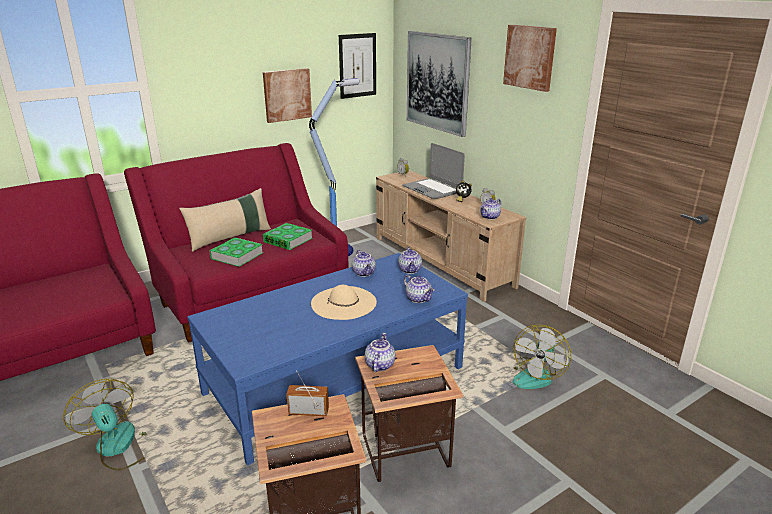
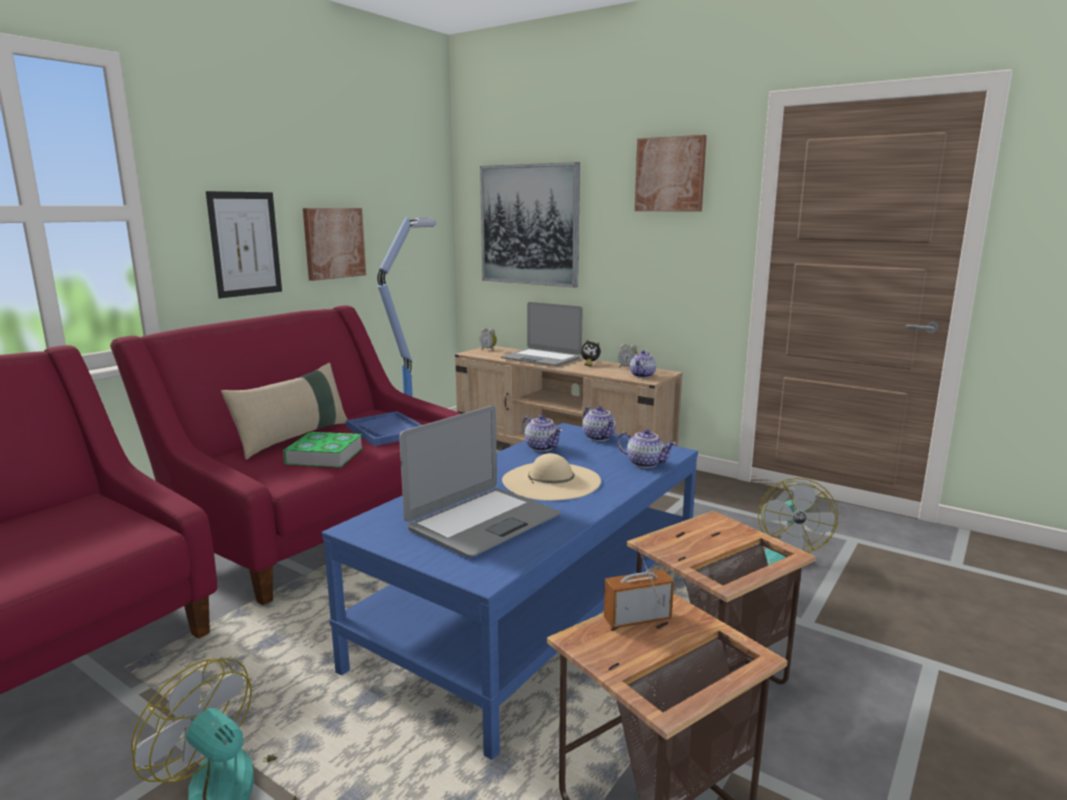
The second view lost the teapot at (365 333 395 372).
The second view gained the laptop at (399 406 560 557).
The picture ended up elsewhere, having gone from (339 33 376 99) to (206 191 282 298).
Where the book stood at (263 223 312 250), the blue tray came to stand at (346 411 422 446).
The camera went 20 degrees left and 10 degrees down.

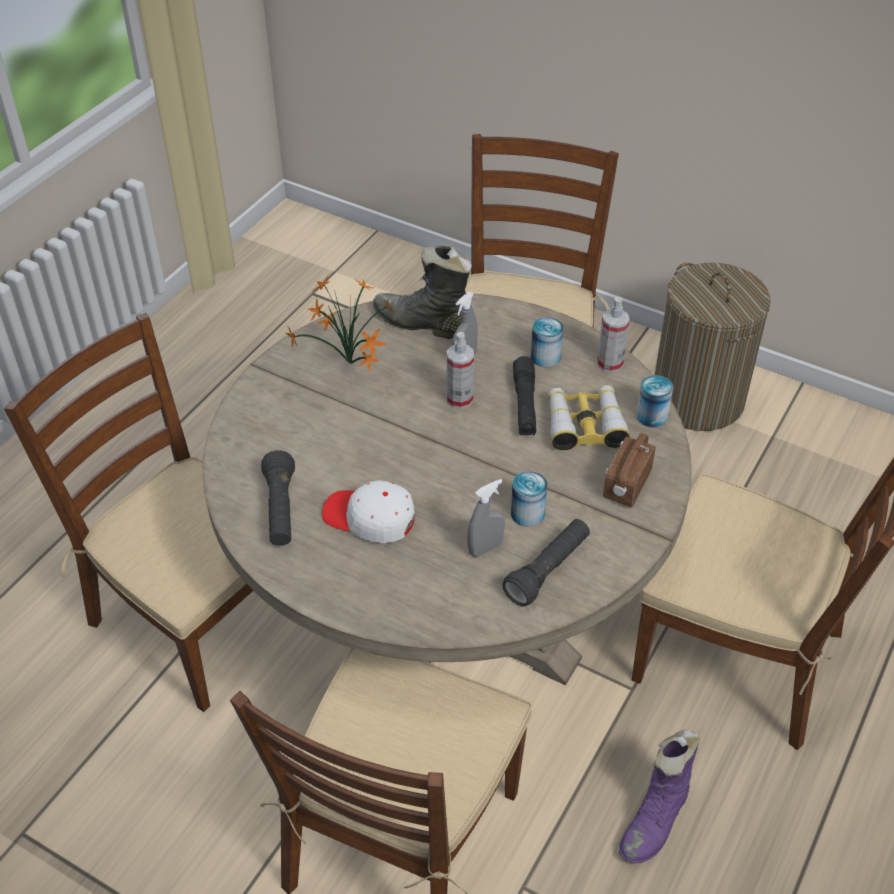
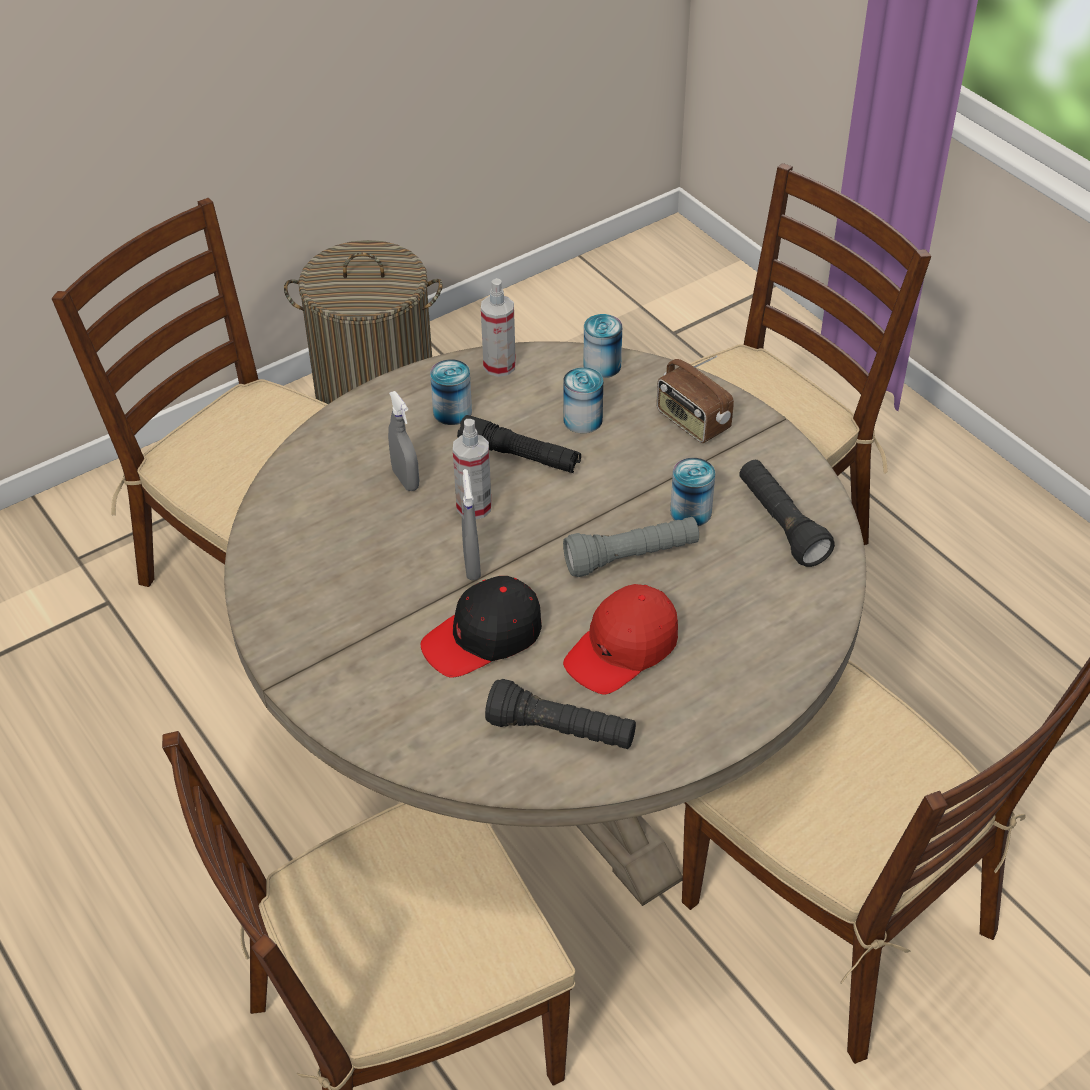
The second view lost the potted plant at (285 276 394 371).
The second view lost the black boot at (373 246 472 339).
The second view lost the purple boot at (619 730 700 863).
The second view gained the black cap at (421 576 542 678).
The second view gained the grey flashlight at (563 517 699 577).
The grey spray bottle ended up elsewhere, having gone from (467 479 505 557) to (462 469 481 580).
Where the binoculars stood at (548 385 630 450), the can came to stand at (563 367 603 433).
What was the white cap at (322 480 415 543) turned into the red cap at (563 584 678 694).
The camera went 65 degrees left and 0 degrees up.

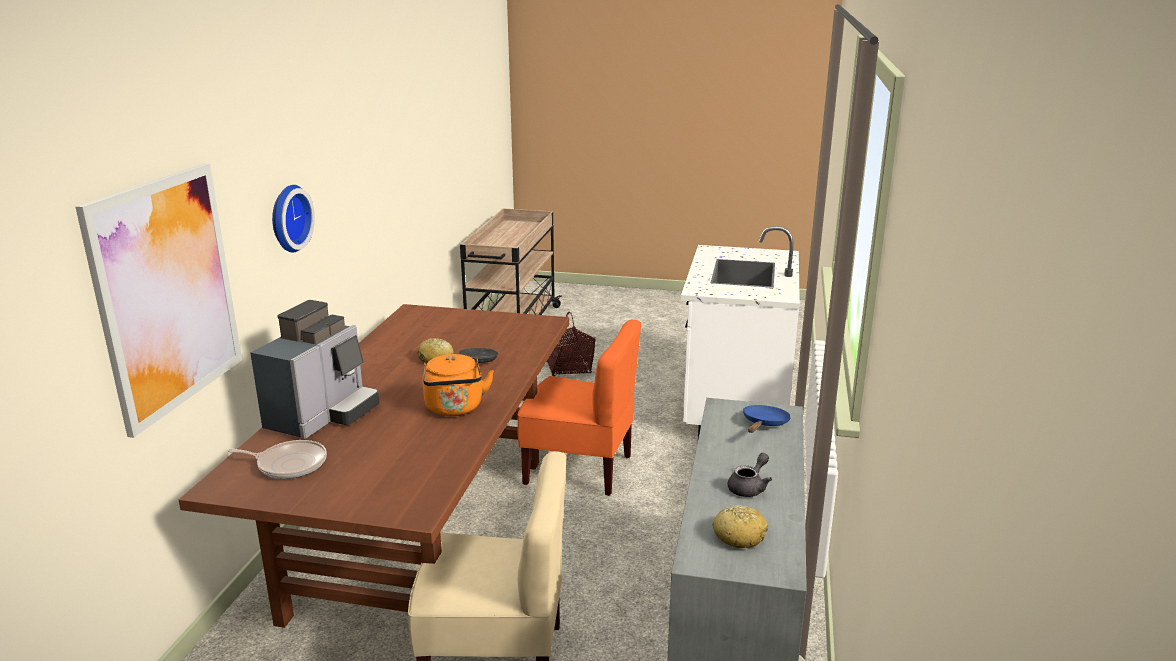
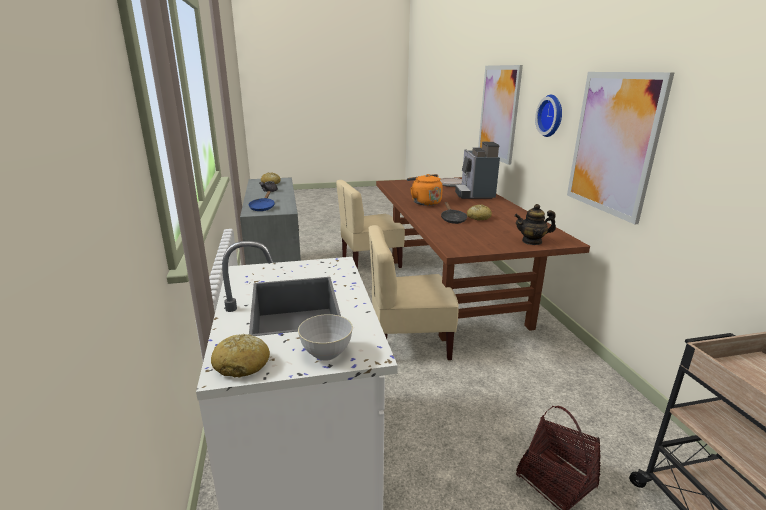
The second view gained the bread at (211 334 270 378).
The second view gained the grey bowl at (298 314 353 361).
The second view gained the teapot at (514 204 556 245).
The second view gained the picture at (567 72 675 224).
What was the orange chair at (517 320 641 496) turned into the beige chair at (368 225 459 361).
The camera went 155 degrees right and 0 degrees up.

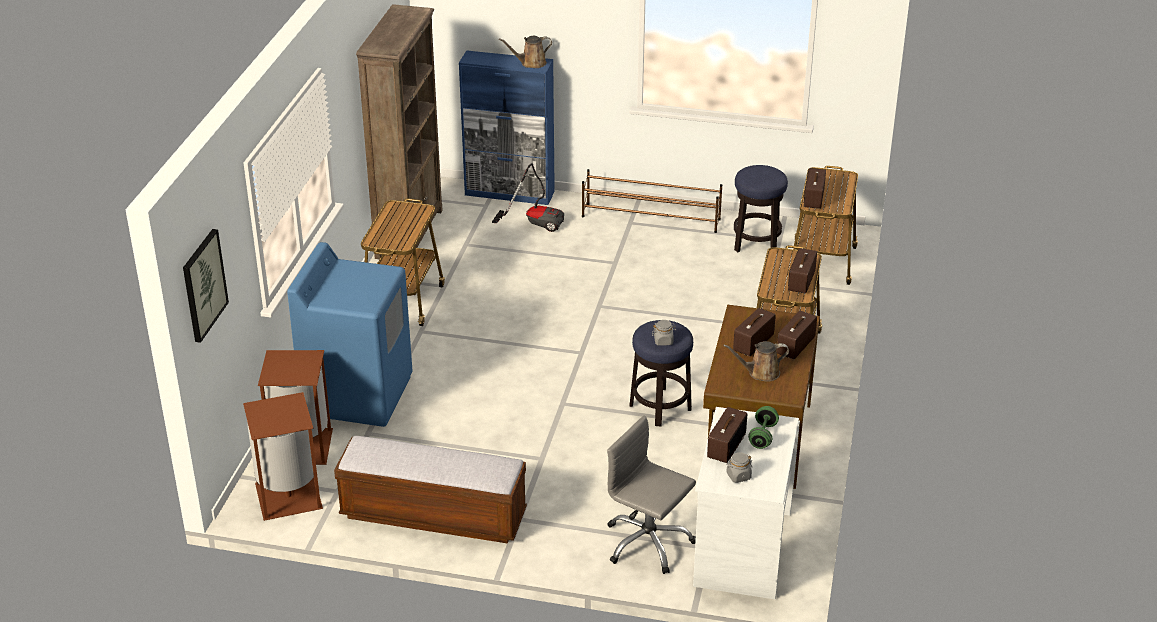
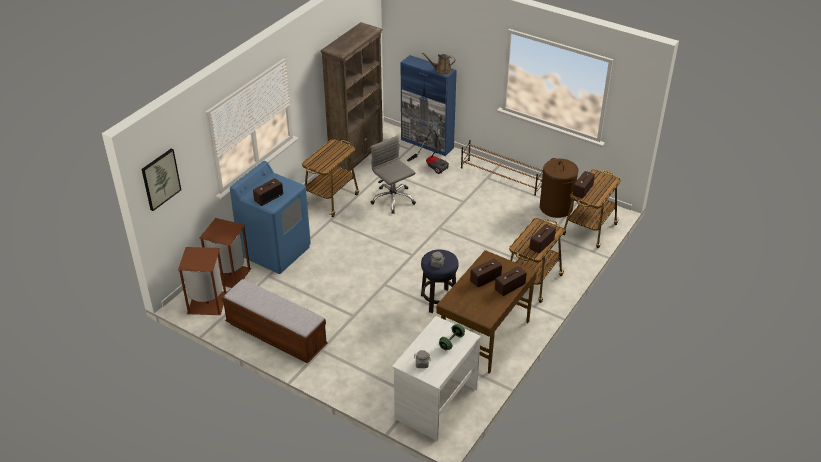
The second view lost the brown watering can at (723 341 789 382).
The grey office chair ended up elsewhere, having gone from (607 415 696 574) to (371 136 416 214).
The radio ended up elsewhere, having gone from (707 407 747 463) to (253 178 283 206).
Where the stool stood at (734 165 788 252), the brown laundry basket came to stand at (540 158 579 218).
The camera went 20 degrees right and 5 degrees up.

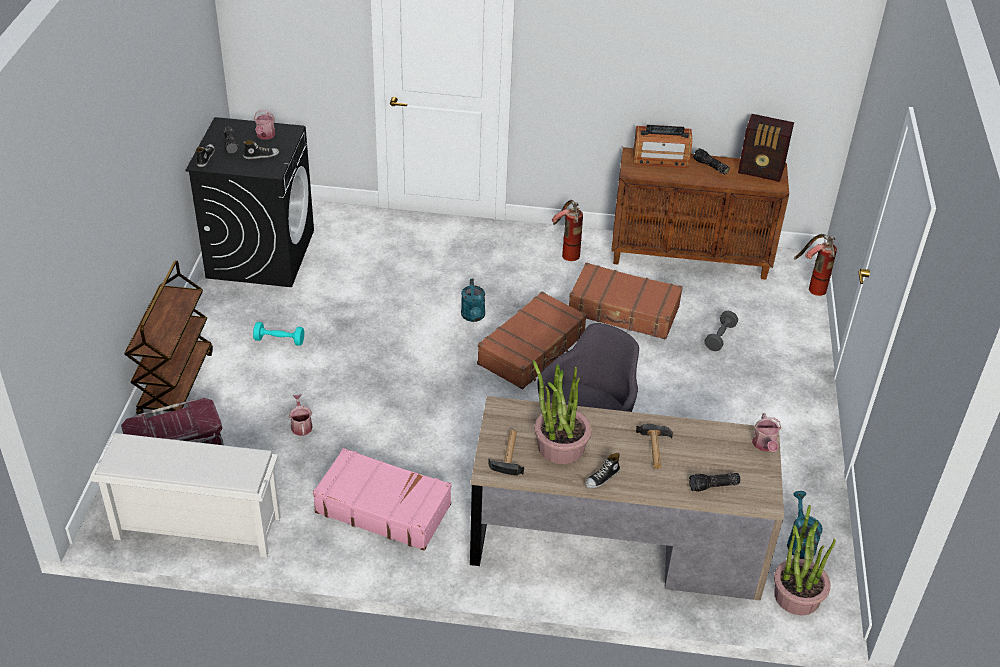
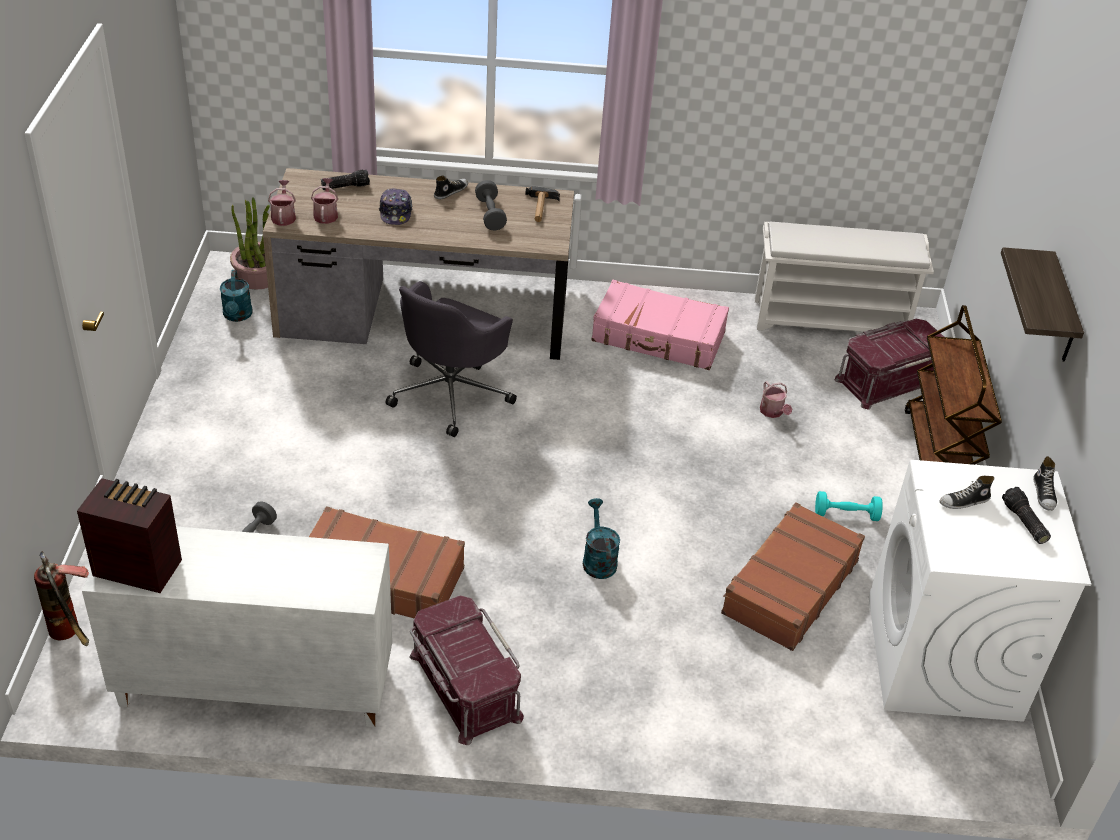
The second view lost the radio at (633 125 692 168).
The second view lost the flashlight at (693 148 730 174).
The second view gained the shelf at (1001 247 1084 362).
The watering can ended up elsewhere, having gone from (254 110 276 139) to (311 178 338 224).
The brown suitcase ended up elsewhere, having gone from (477 291 587 389) to (721 502 865 651).
Where the potted plant stood at (533 360 592 464), the grey dumbbell came to stand at (475 180 507 231).
Where the fire extinguisher stood at (552 200 583 261), the red storage box came to stand at (409 596 524 745).
Where the hammer stood at (636 424 673 469), the cap came to stand at (379 189 412 225).
What was the black washing machine at (186 117 314 287) turned into the white washing machine at (868 460 1091 722).
What was the brown cabinet at (611 147 789 280) turned into the white cabinet at (82 527 392 727).
The camera went 175 degrees right and 0 degrees up.

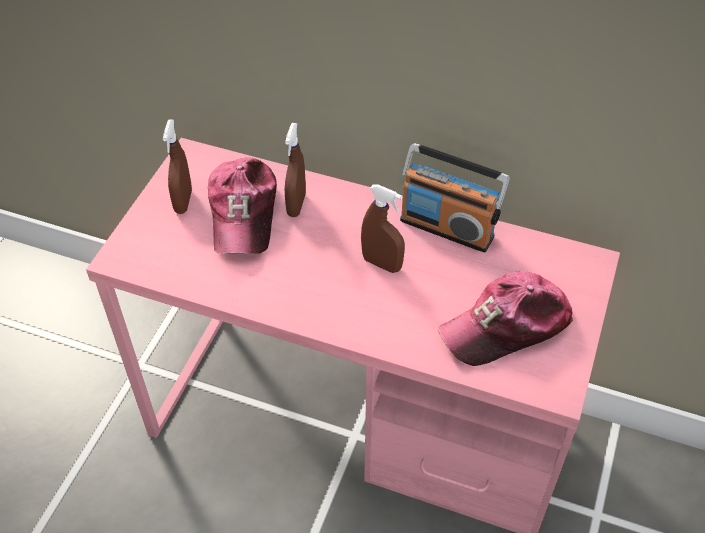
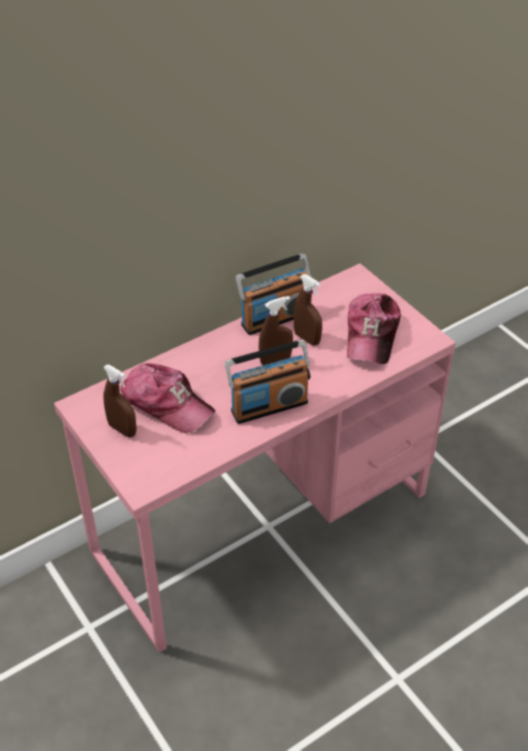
The second view gained the radio at (225 340 310 424).
The brown spray bottle ended up elsewhere, having gone from (285 123 306 217) to (294 274 322 345).
The camera went 55 degrees left and 5 degrees down.

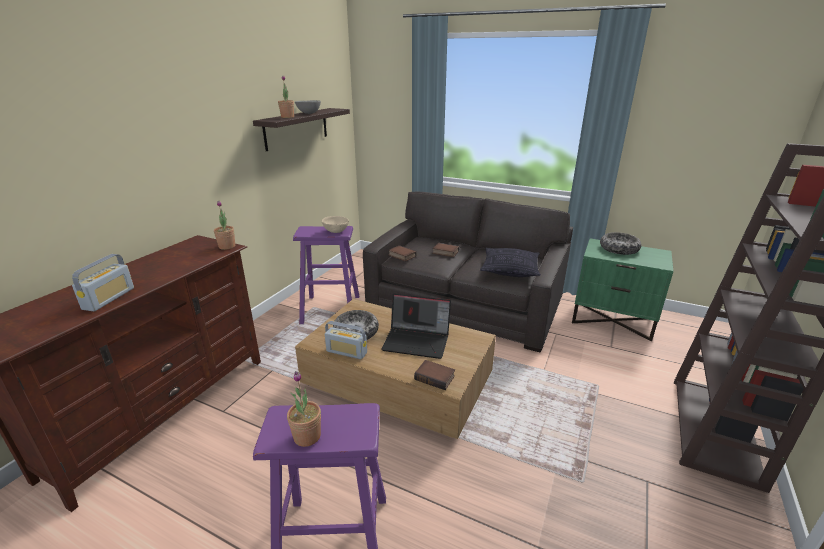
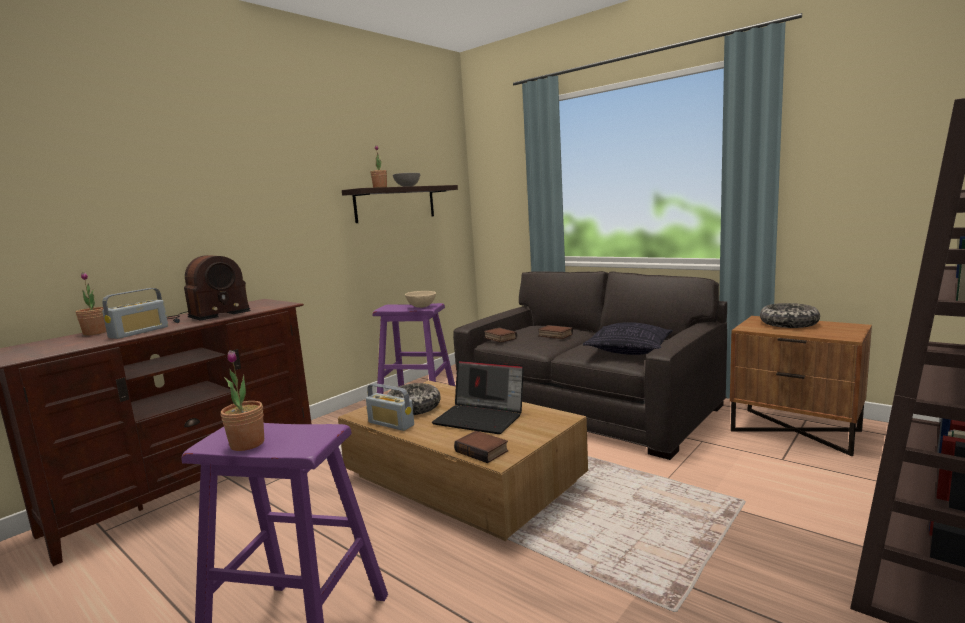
The second view gained the radio at (168 255 251 323).
The potted plant ended up elsewhere, having gone from (214 201 235 250) to (76 272 107 336).
What was the green nightstand at (572 238 673 341) turned into the brown nightstand at (730 316 872 456).
The camera went 15 degrees right and 15 degrees down.

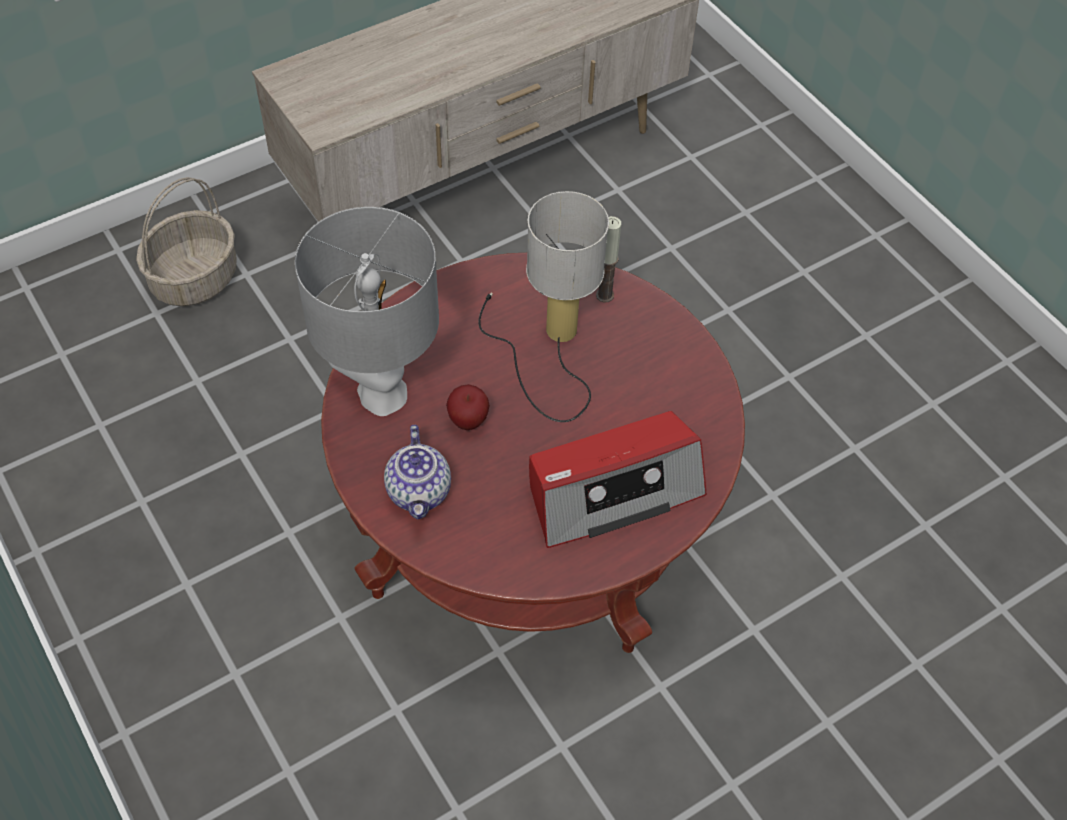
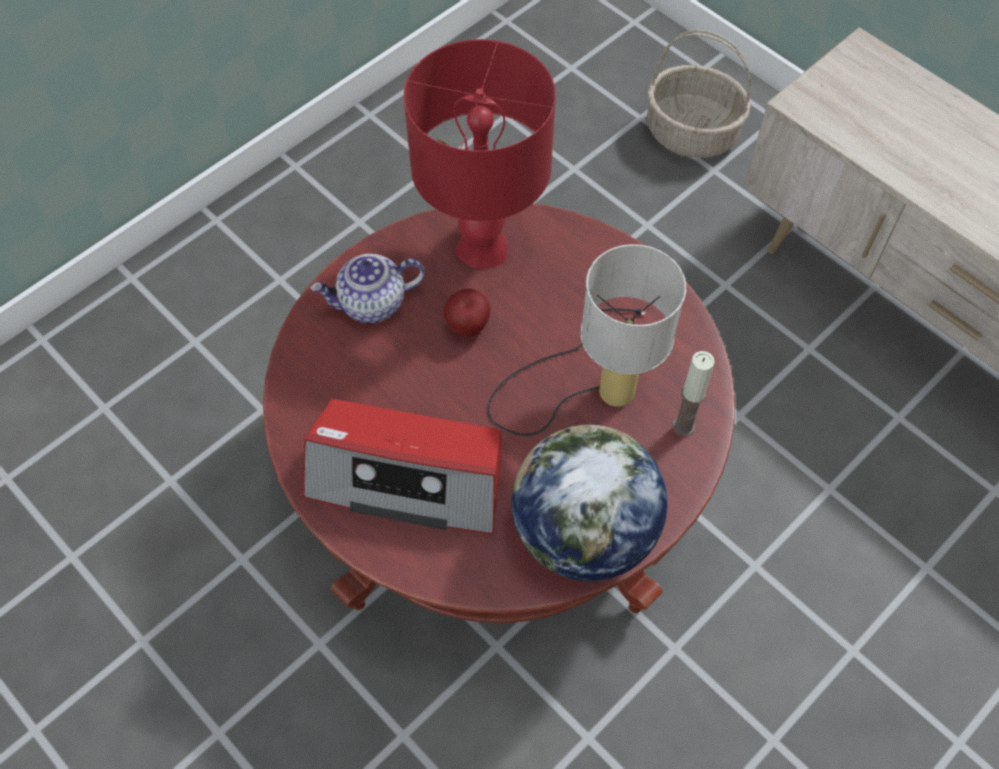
The second view gained the globe at (511 424 667 581).
What was the grey table lamp at (295 207 439 416) turned into the red table lamp at (404 39 556 269).
The radio at (529 411 707 548) ended up facing another way, 45 degrees counterclockwise from before.
The camera went 80 degrees right and 5 degrees up.

